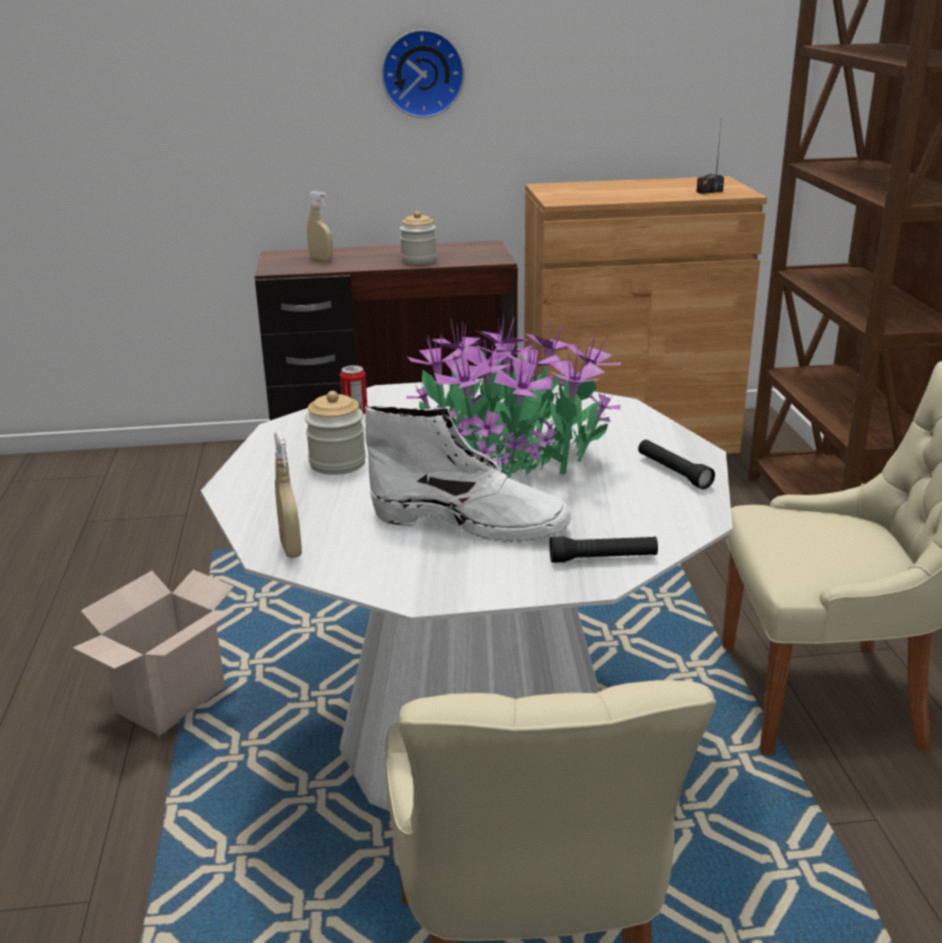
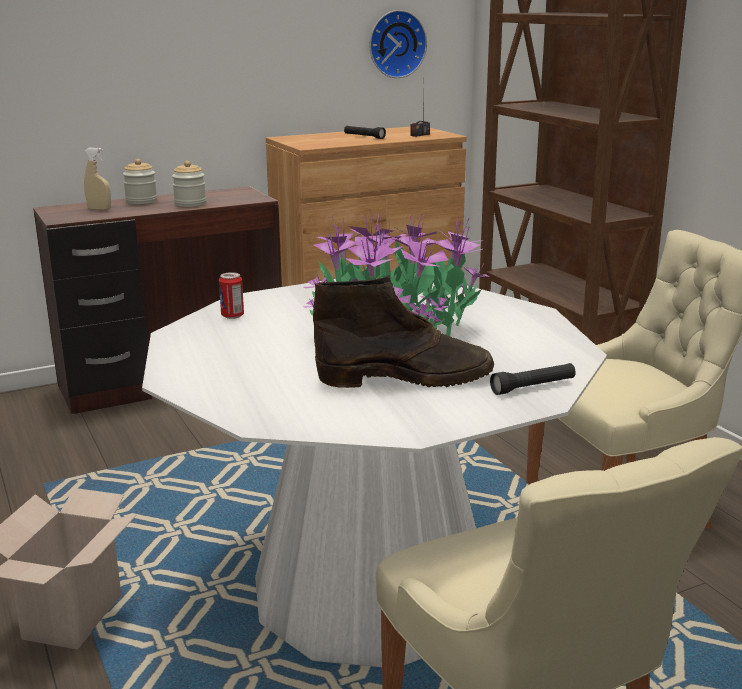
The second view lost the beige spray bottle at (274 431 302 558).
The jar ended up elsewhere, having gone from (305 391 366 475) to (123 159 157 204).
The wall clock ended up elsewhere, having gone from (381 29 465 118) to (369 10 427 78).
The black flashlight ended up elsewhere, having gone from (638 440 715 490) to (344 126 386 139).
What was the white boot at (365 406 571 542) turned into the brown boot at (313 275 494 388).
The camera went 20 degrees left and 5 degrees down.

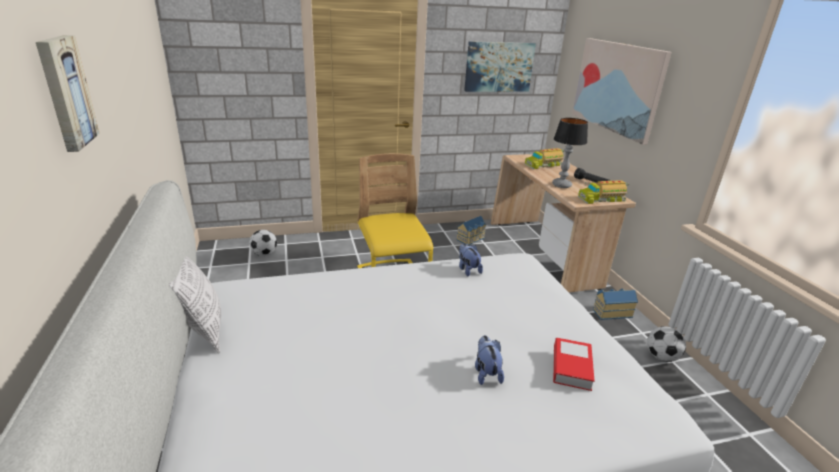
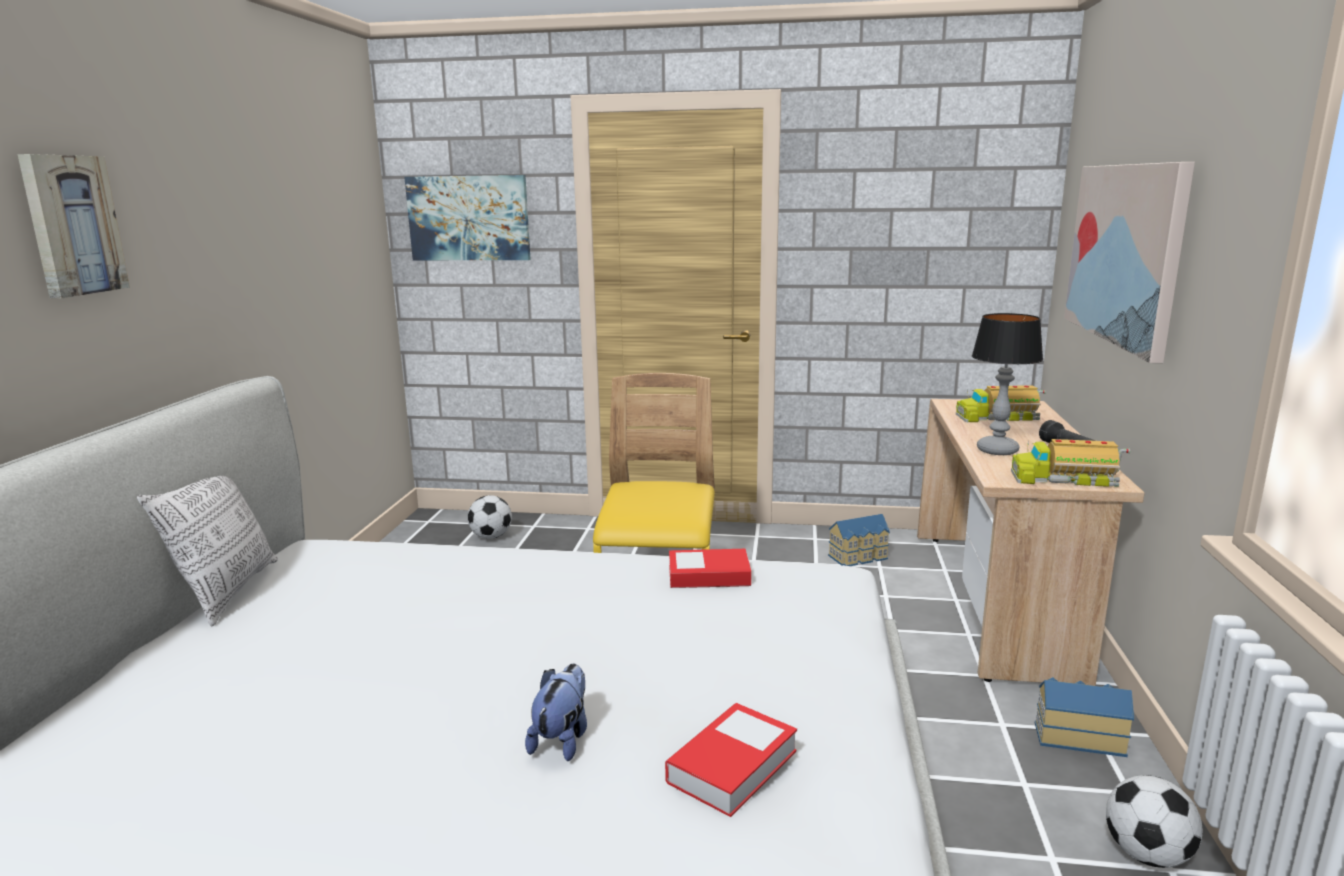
The picture ended up elsewhere, having gone from (464 41 536 92) to (404 175 531 260).
Where the plush toy stood at (459 243 483 277), the book came to stand at (669 549 751 588).
The camera went 25 degrees right and 10 degrees down.

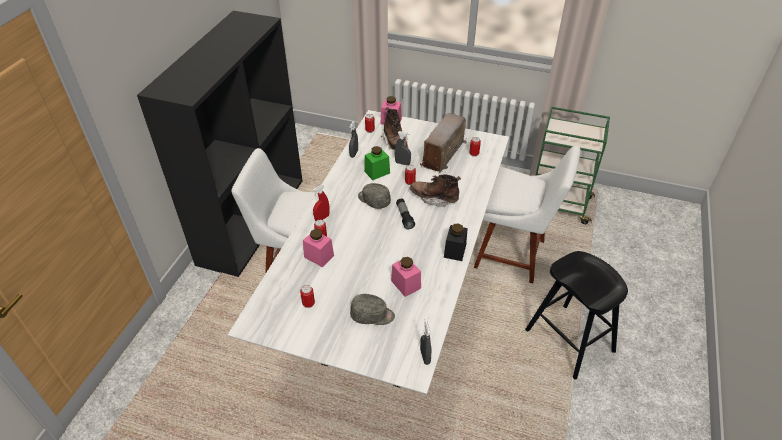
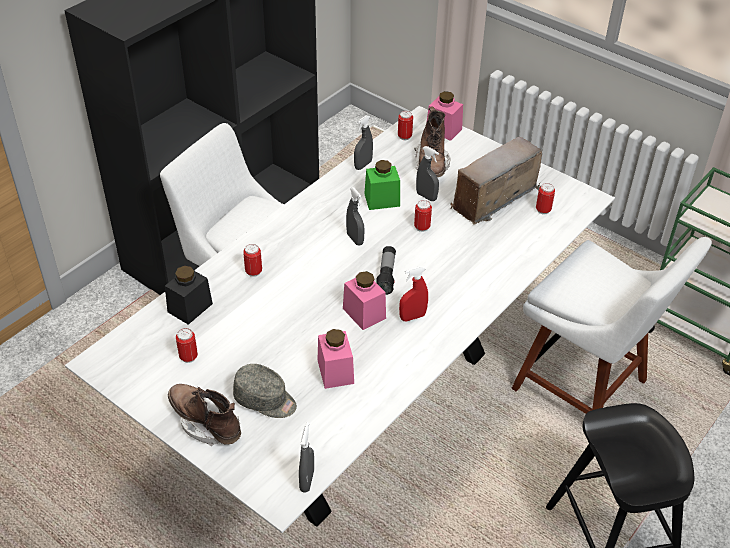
The pink jar ended up elsewhere, having gone from (303 229 334 267) to (343 271 386 330).
The red spray bottle ended up elsewhere, having gone from (313 185 330 221) to (399 266 428 321).
The brown boot ended up elsewhere, having gone from (410 175 461 207) to (168 384 241 446).
The black jar ended up elsewhere, having gone from (444 223 468 261) to (165 266 213 325).
Where the grey cap stood at (358 183 391 209), the grey spray bottle came to stand at (346 187 365 246).
The camera went 20 degrees right and 0 degrees up.

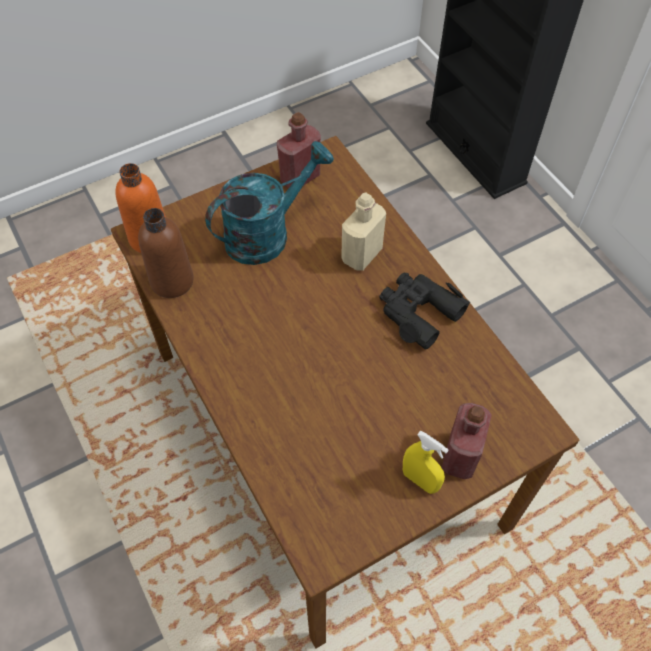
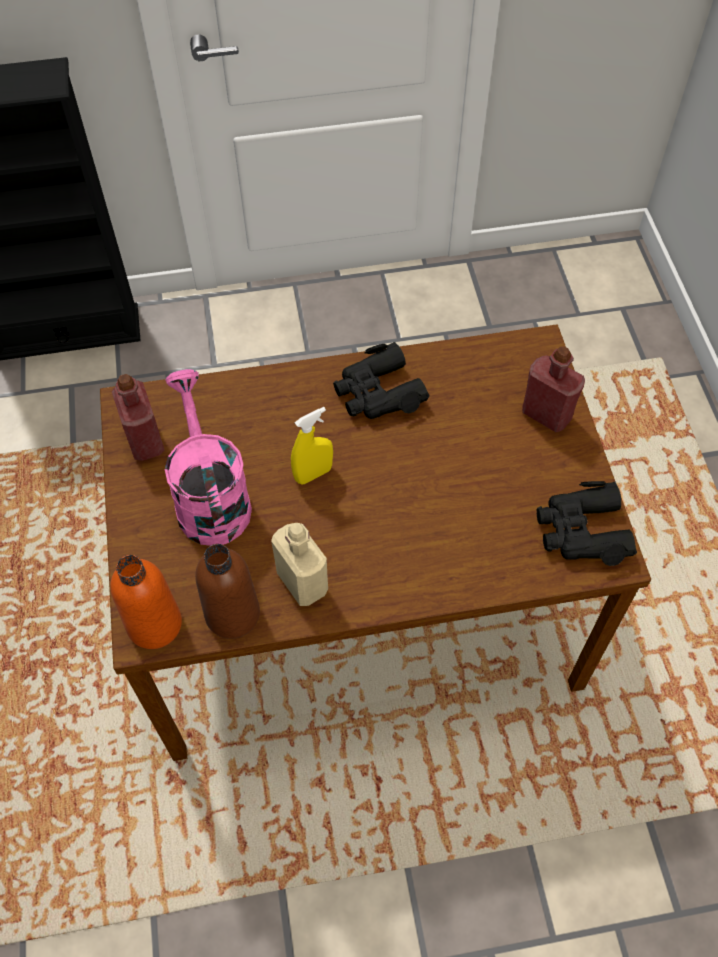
The second view gained the black binoculars at (537 481 637 566).
The beige bottle ended up elsewhere, having gone from (341 192 386 271) to (271 523 328 606).
The yellow spray bottle ended up elsewhere, having gone from (403 431 449 494) to (291 407 333 485).
What was the turquoise watering can at (205 141 334 265) turned into the pink watering can at (165 369 252 546).
The camera went 70 degrees left and 0 degrees up.

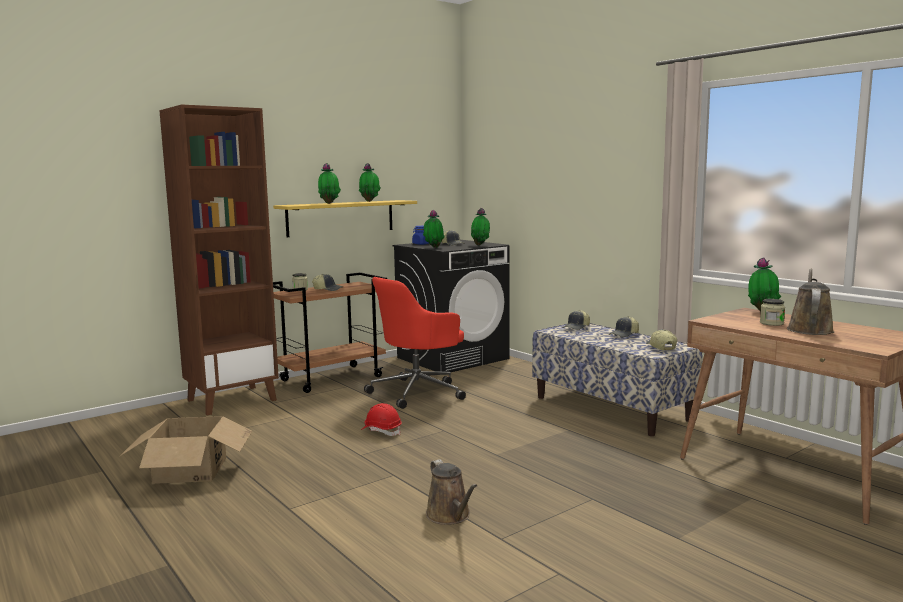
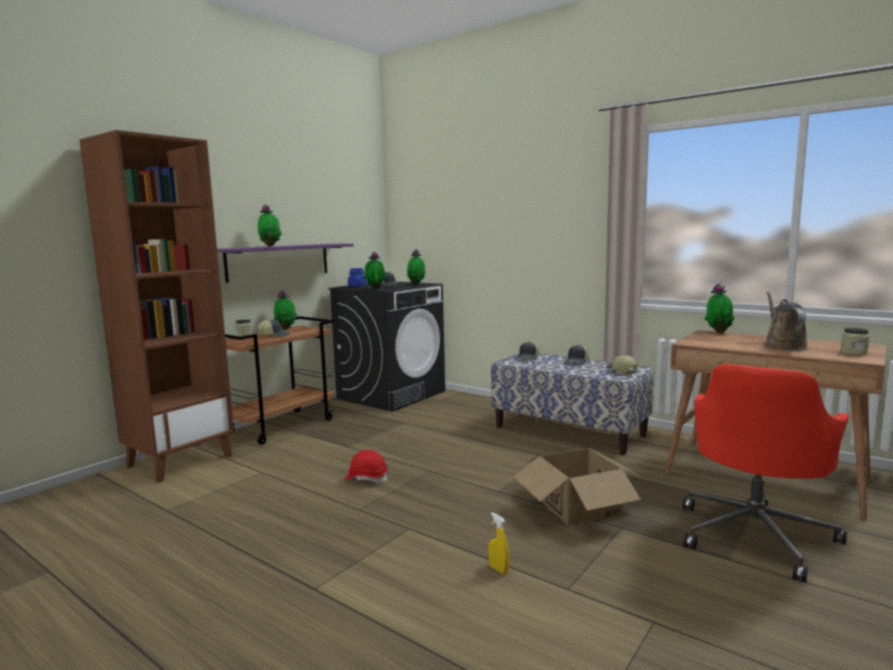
The cardboard box ended up elsewhere, having gone from (119 416 252 484) to (513 448 647 526).
The potted plant ended up elsewhere, having gone from (359 163 381 202) to (274 290 297 330).
The red office chair ended up elsewhere, having gone from (364 277 466 409) to (682 364 849 583).
The jar ended up elsewhere, having gone from (760 299 785 326) to (841 328 870 355).
Where the brown watering can stood at (426 459 478 525), the yellow spray bottle came to stand at (488 513 509 574).
What was the yellow shelf at (273 200 417 237) turned into the purple shelf at (217 243 354 283).
The camera went 15 degrees left and 0 degrees up.

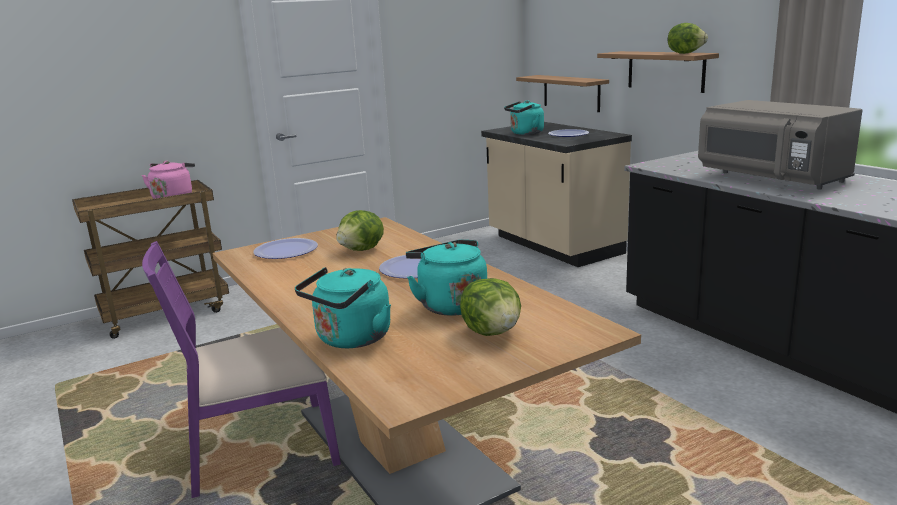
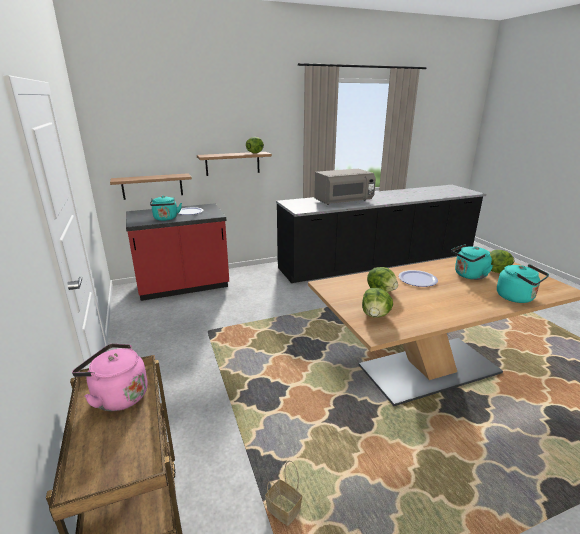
The second view lost the purple chair at (142 241 341 498).
The second view gained the basket at (265 461 302 526).
Where the plate stood at (253 238 318 259), the lettuce came to stand at (362 288 393 317).
What was the beige counter at (481 122 632 267) turned into the red counter at (126 203 229 301).
The camera went 80 degrees left and 5 degrees up.

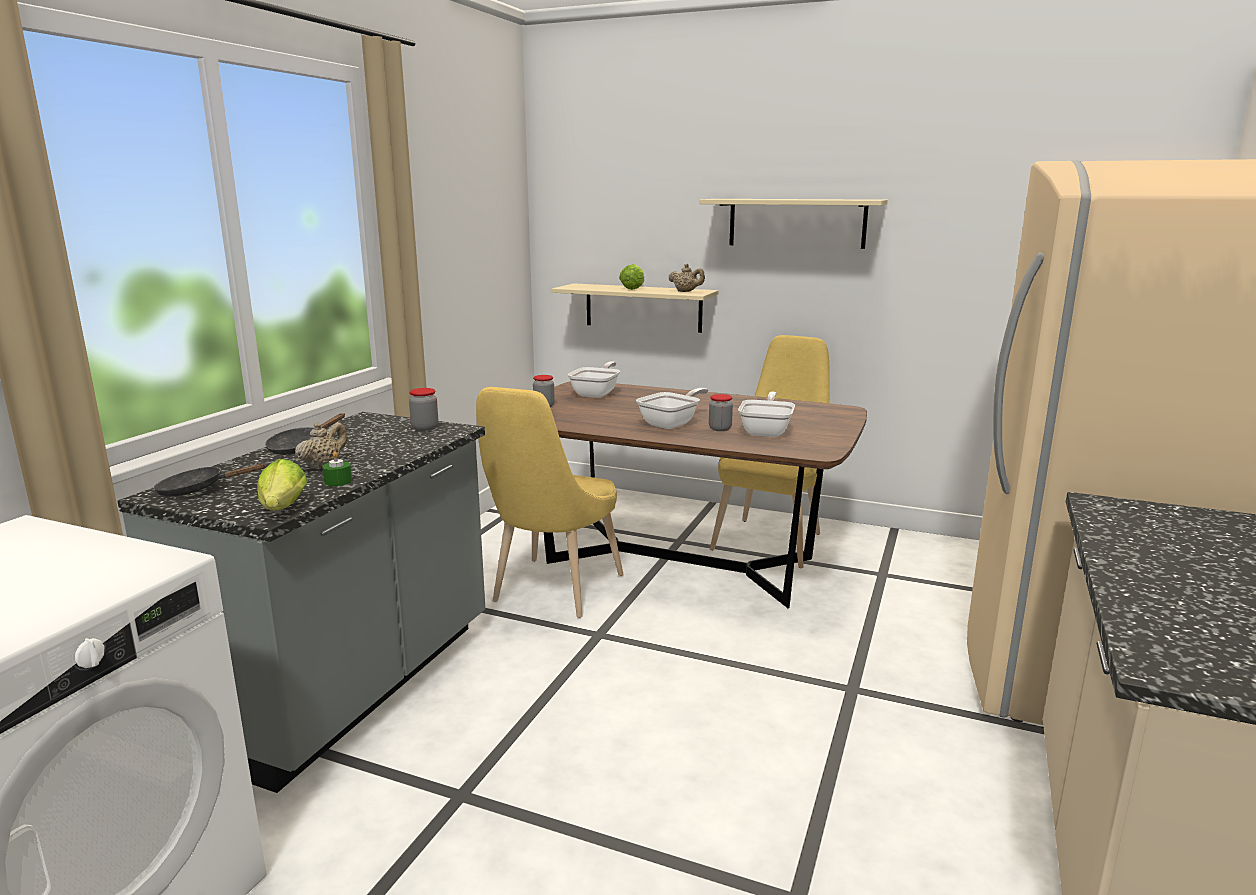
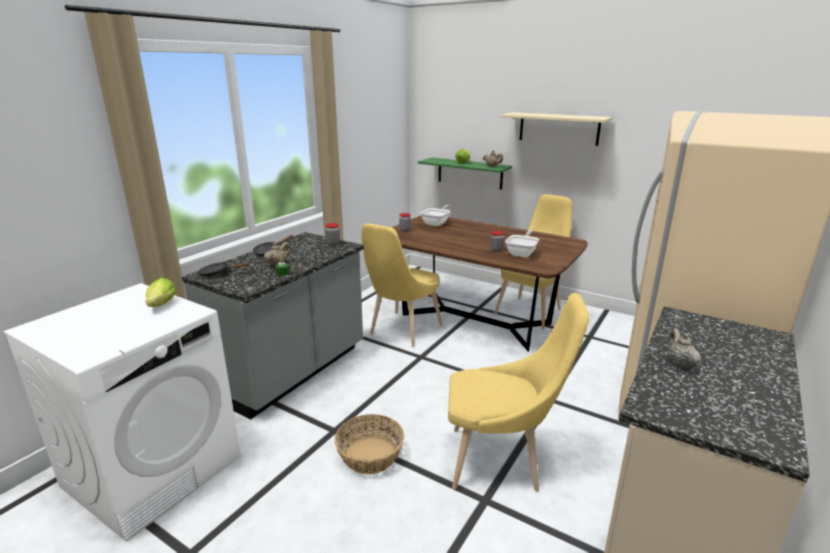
The second view lost the frying pan at (636 388 708 429).
The second view gained the basket at (334 414 404 474).
The second view gained the yellow chair at (448 293 589 491).
The second view gained the beige teapot at (668 328 701 368).
The lettuce ended up elsewhere, having gone from (257 459 308 511) to (146 278 176 307).
What was the beige shelf at (551 283 719 333) turned into the green shelf at (418 157 512 190).
The camera went 10 degrees right and 5 degrees up.

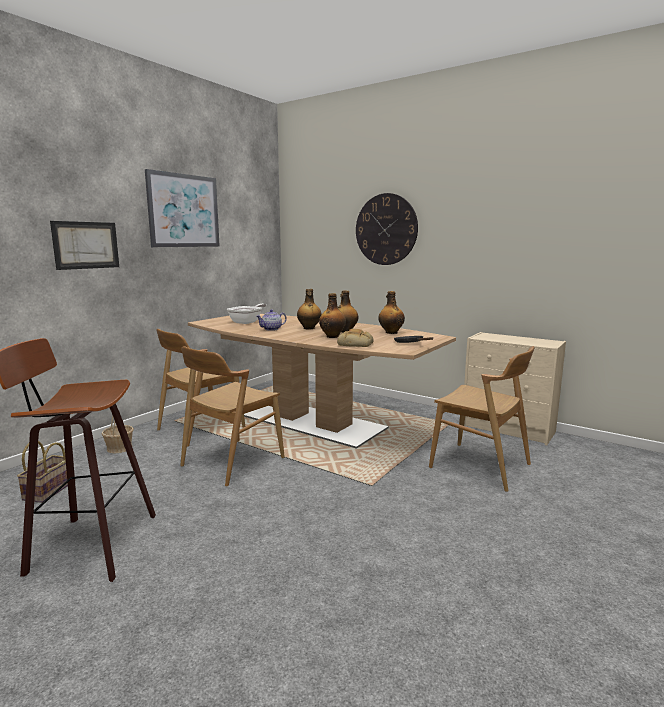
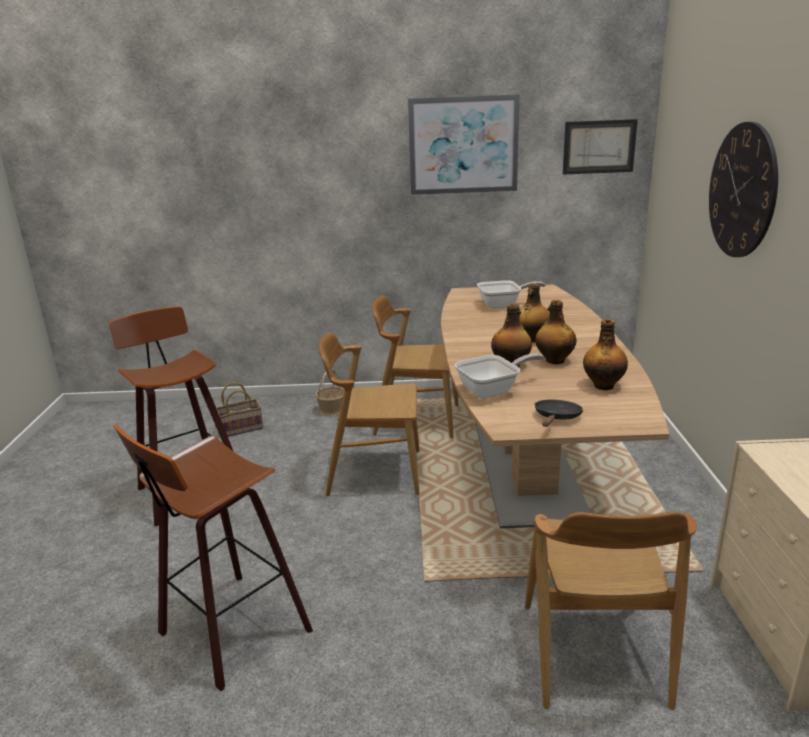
The second view lost the teapot at (257 310 287 331).
The second view gained the stool at (113 424 313 691).
The picture ended up elsewhere, having gone from (50 221 119 270) to (563 119 638 175).
Where the bread stood at (337 329 374 347), the frying pan came to stand at (455 353 543 398).
The camera went 55 degrees right and 10 degrees up.

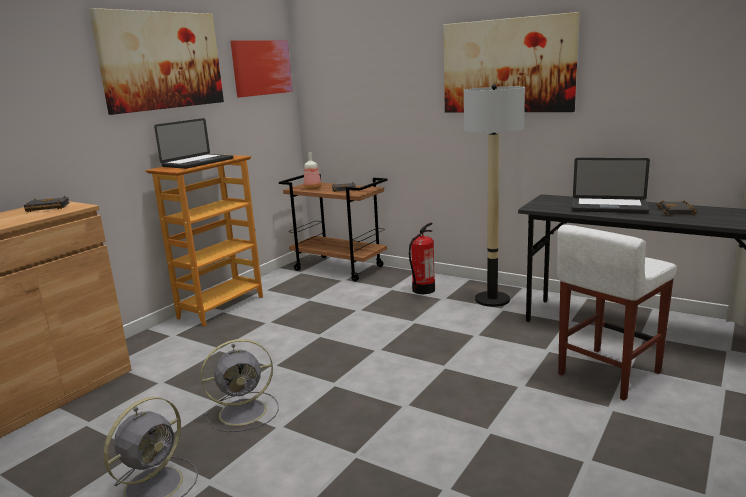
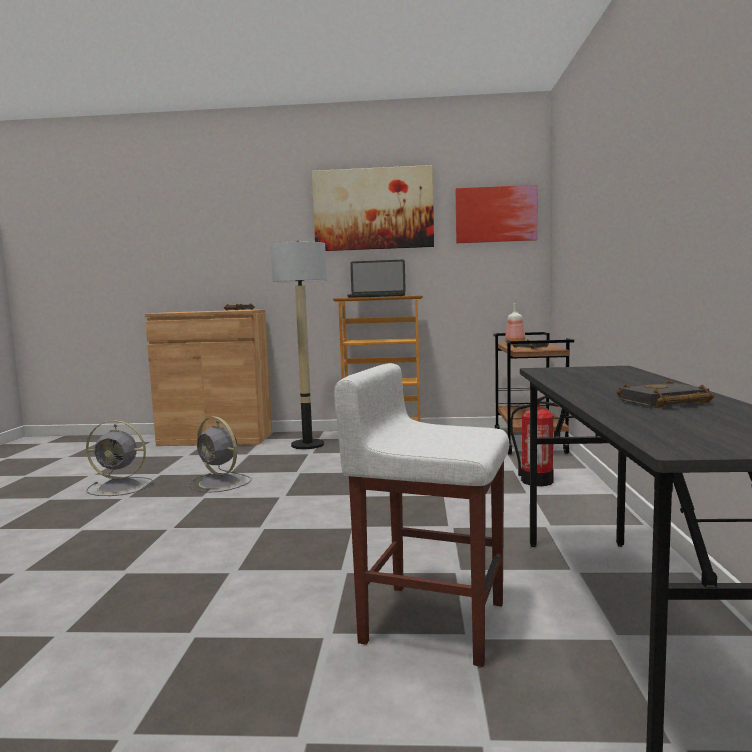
The second view lost the picture at (443 12 580 113).
The second view lost the laptop at (572 158 650 213).
The floor lamp ended up elsewhere, having gone from (464 84 525 307) to (271 241 327 449).
The camera went 60 degrees right and 10 degrees down.

